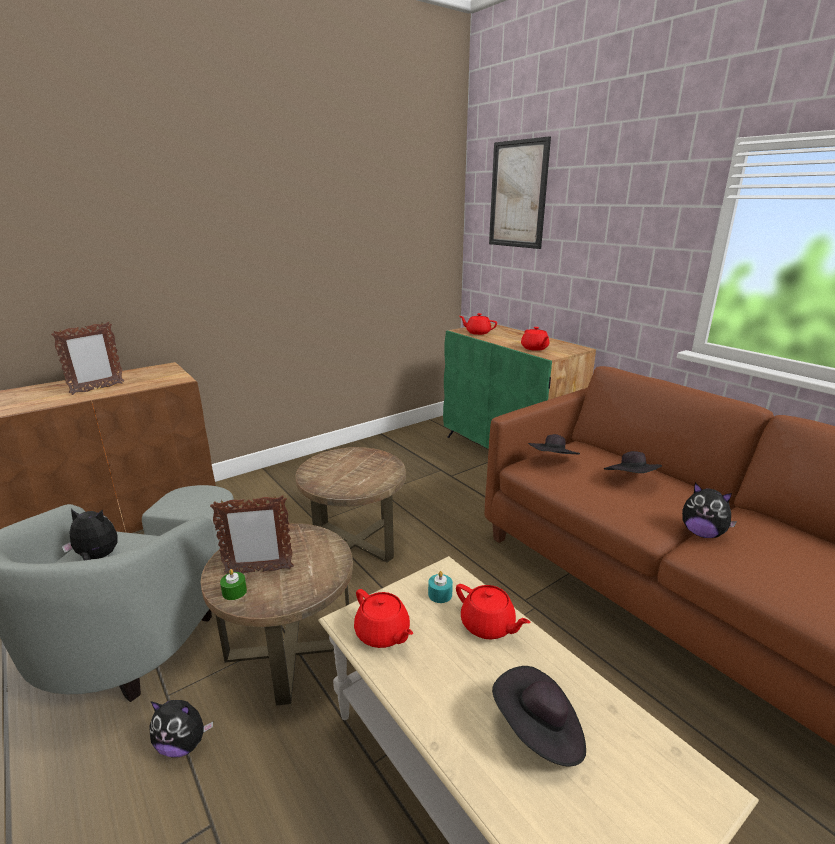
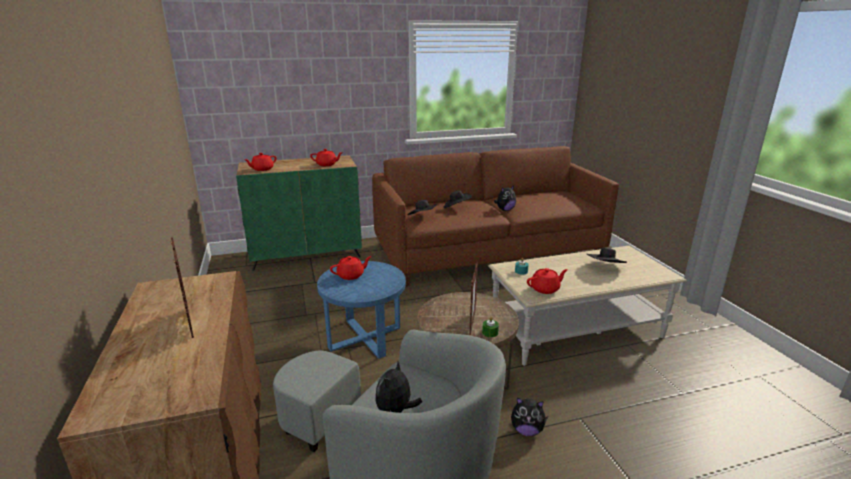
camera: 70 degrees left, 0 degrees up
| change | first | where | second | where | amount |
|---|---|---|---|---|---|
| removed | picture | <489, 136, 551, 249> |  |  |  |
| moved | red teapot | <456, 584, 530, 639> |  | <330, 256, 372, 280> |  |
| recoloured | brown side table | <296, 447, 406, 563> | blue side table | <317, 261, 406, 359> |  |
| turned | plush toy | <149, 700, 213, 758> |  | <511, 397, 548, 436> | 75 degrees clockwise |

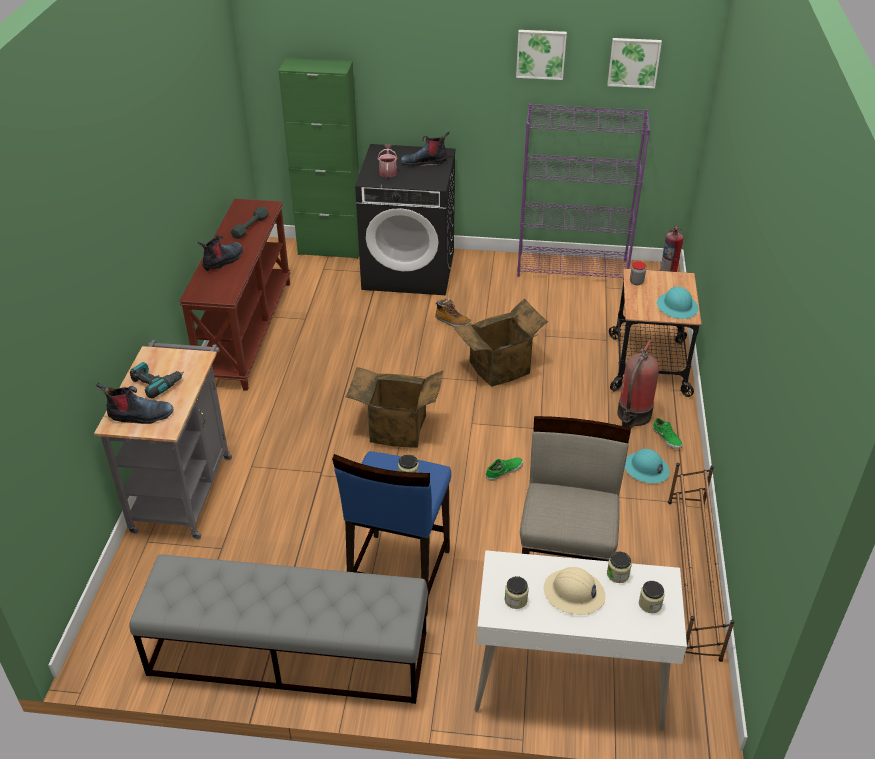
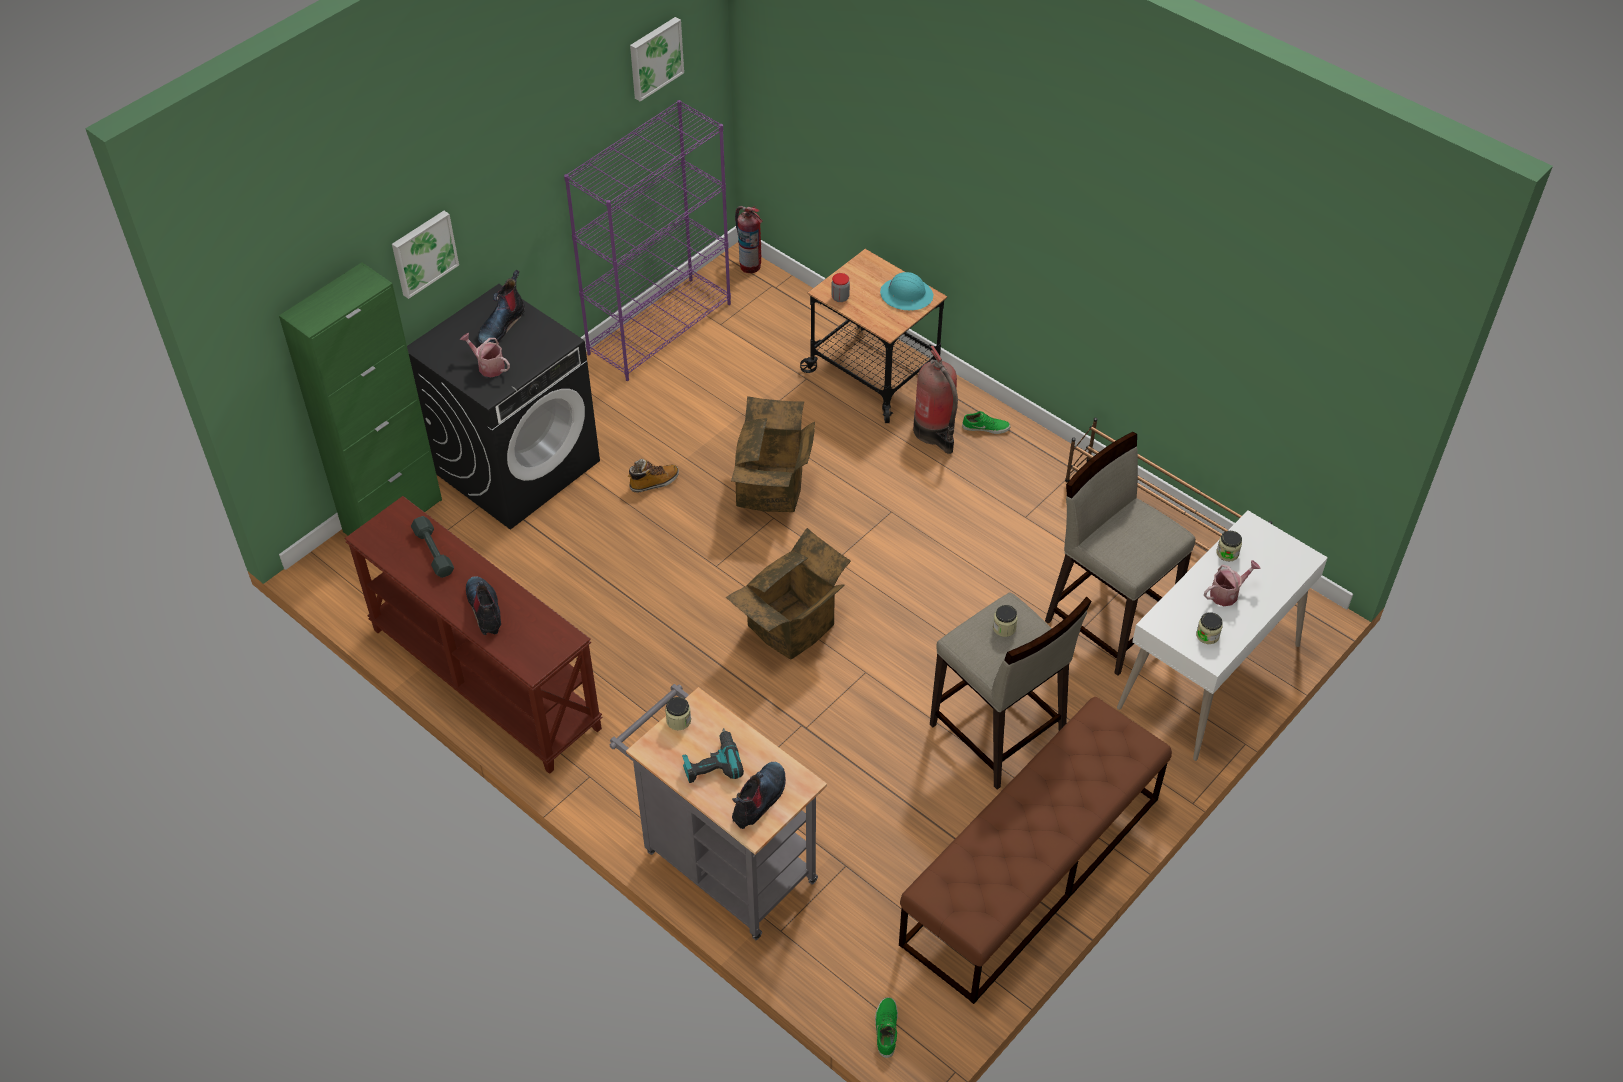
camera: 55 degrees left, 10 degrees up
| change | first | where | second | where | amount |
|---|---|---|---|---|---|
| removed | turquoise hard hat | <625, 449, 670, 483> |  |  |  |
| moved | green shoe | <486, 458, 523, 481> |  | <875, 997, 898, 1058> |  |
| moved | picture | <516, 30, 567, 80> |  | <392, 211, 459, 299> |  |
| moved | jar | <639, 581, 665, 613> |  | <665, 697, 691, 730> |  |
| replaced | beige hard hat | <543, 567, 606, 615> | watering can | <1204, 560, 1261, 606> |  |
| recoloured | grey bench | <129, 554, 428, 704> | brown bench | <899, 697, 1172, 1004> |  |
| recoloured | blue stool | <332, 451, 451, 617> | beige stool | <930, 593, 1091, 789> |  |

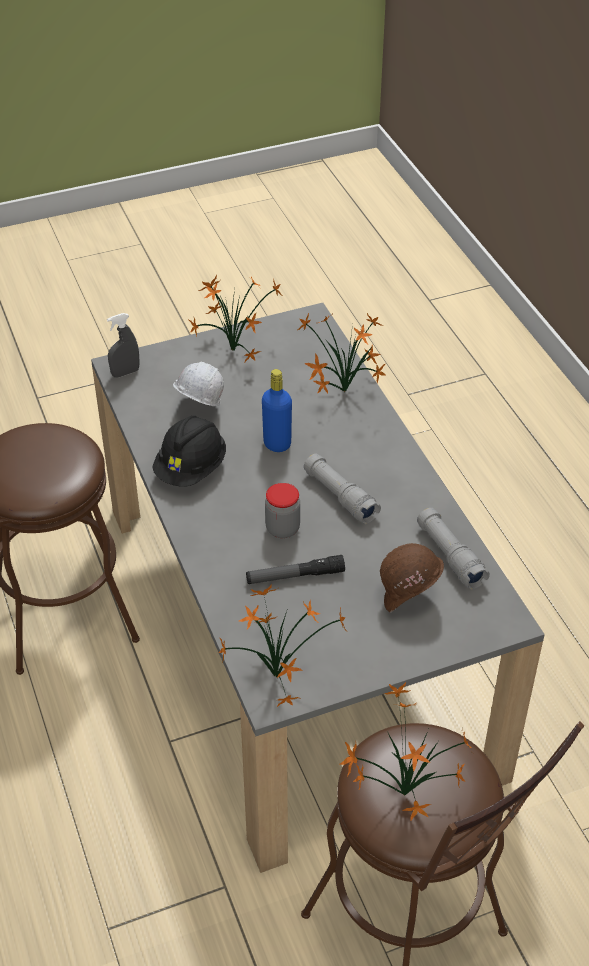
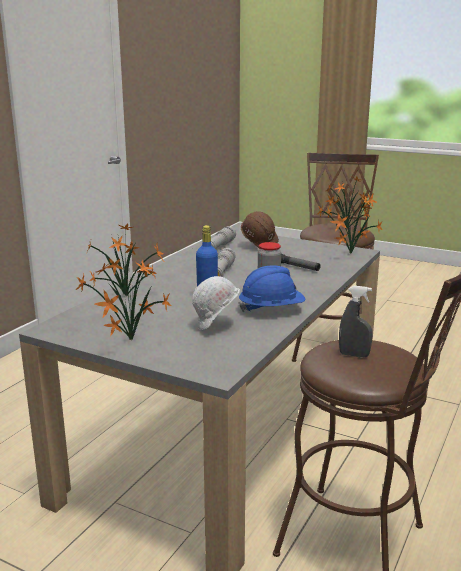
camera: 130 degrees left, 25 degrees down
| change | first | where | second | where | amount |
|---|---|---|---|---|---|
| moved | grey spray bottle | <107, 313, 140, 378> |  | <339, 286, 373, 358> |  |
| recoloured | black hard hat | <152, 416, 226, 487> | blue hard hat | <238, 265, 305, 312> |  |

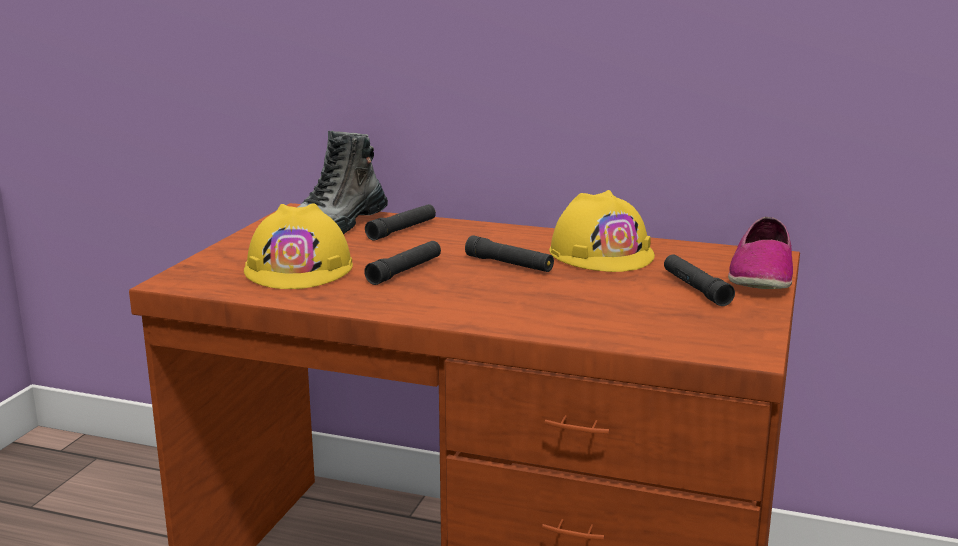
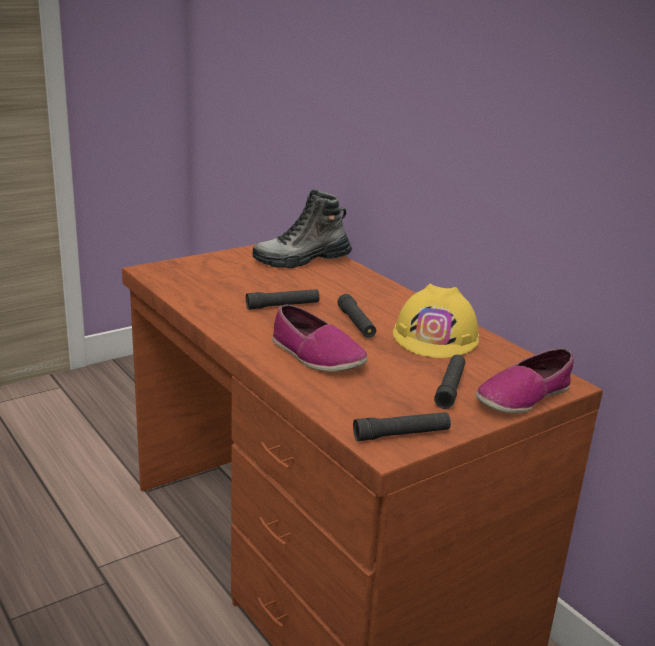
camera: 35 degrees right, 5 degrees up
| change | first | where | second | where | amount |
|---|---|---|---|---|---|
| removed | yellow hard hat | <244, 203, 353, 289> |  |  |  |
| added |  |  | shoe | <272, 305, 368, 372> |  |
| moved | black flashlight | <365, 204, 436, 241> |  | <353, 412, 451, 441> |  |

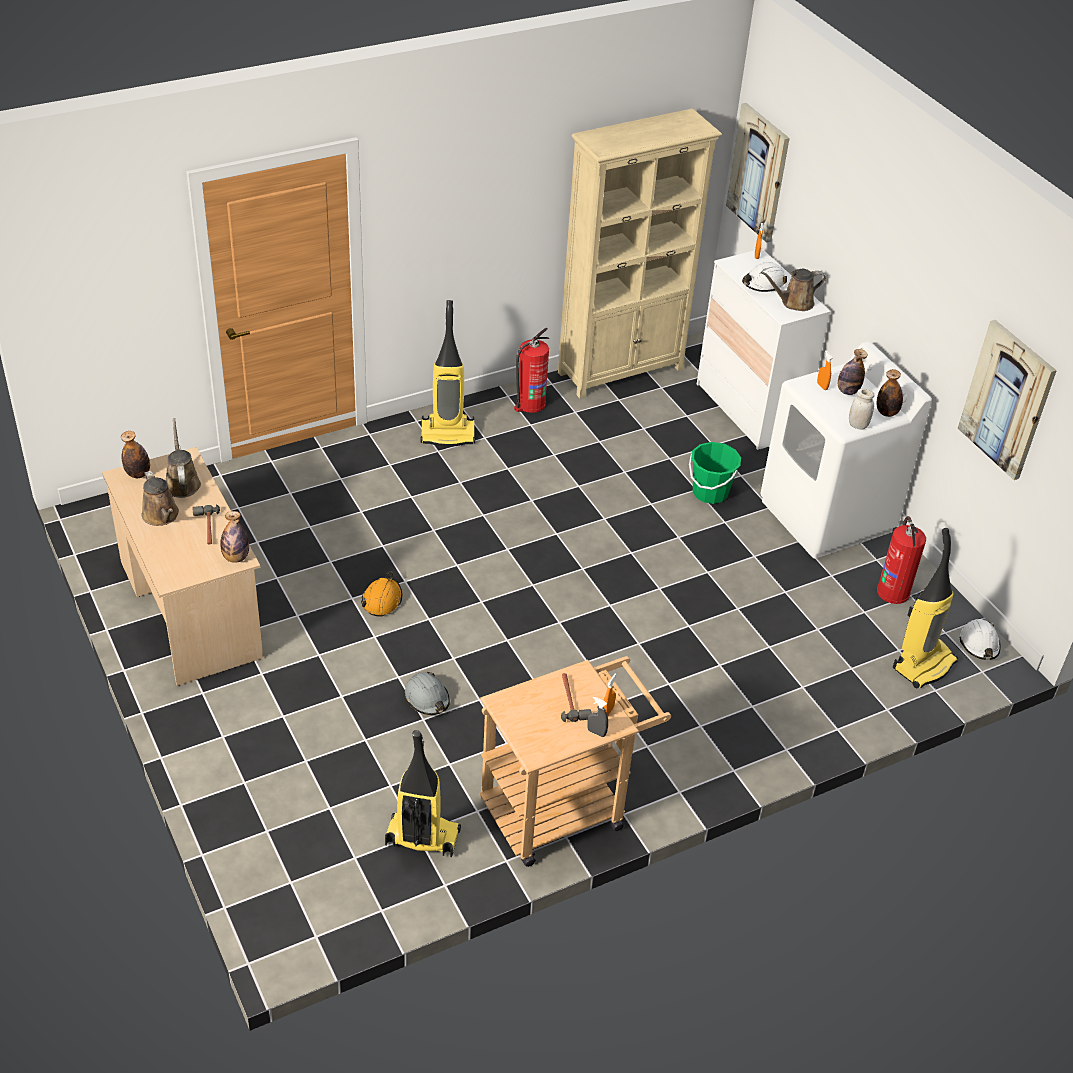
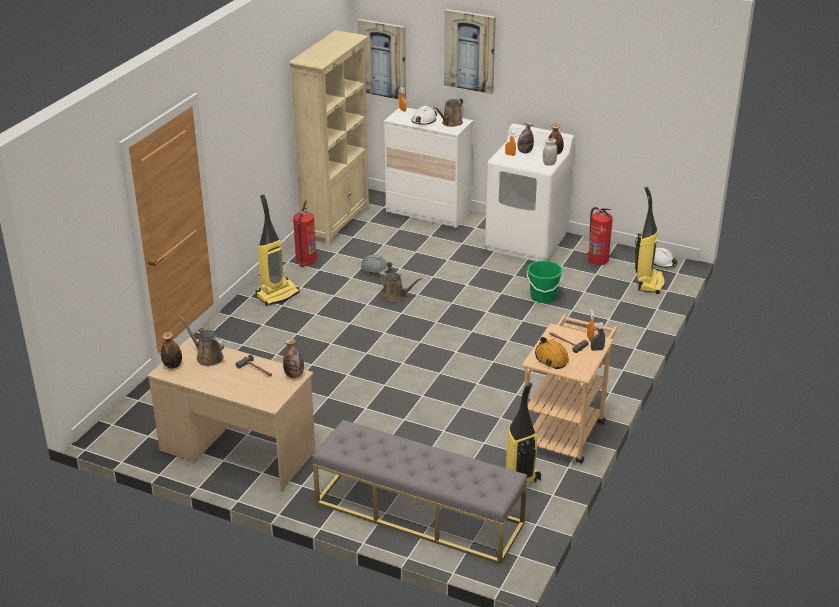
camera: 35 degrees left, 10 degrees down
| change | first | where | second | where | amount |
|---|---|---|---|---|---|
| added |  |  | grey bench | <313, 420, 527, 564> |  |
| moved | brown watering can | <142, 471, 179, 526> |  | <377, 272, 423, 301> |  |
| moved | orange hard hat | <361, 571, 402, 617> |  | <535, 337, 569, 369> |  |
| moved | grey hard hat | <405, 672, 450, 715> |  | <361, 255, 392, 274> |  |
| moved | green bucket | <689, 442, 741, 504> |  | <527, 261, 563, 303> |  |
| moved | picture | <958, 320, 1057, 480> |  | <444, 9, 496, 94> |  |

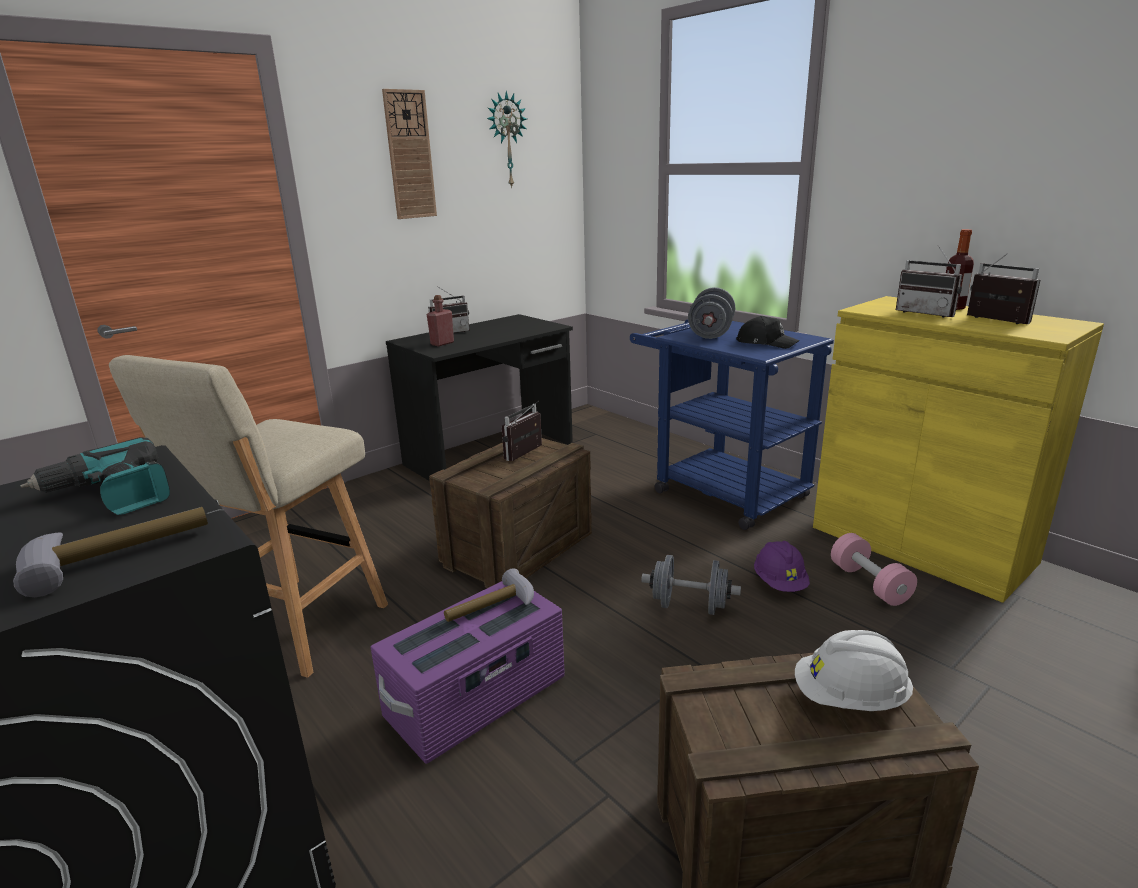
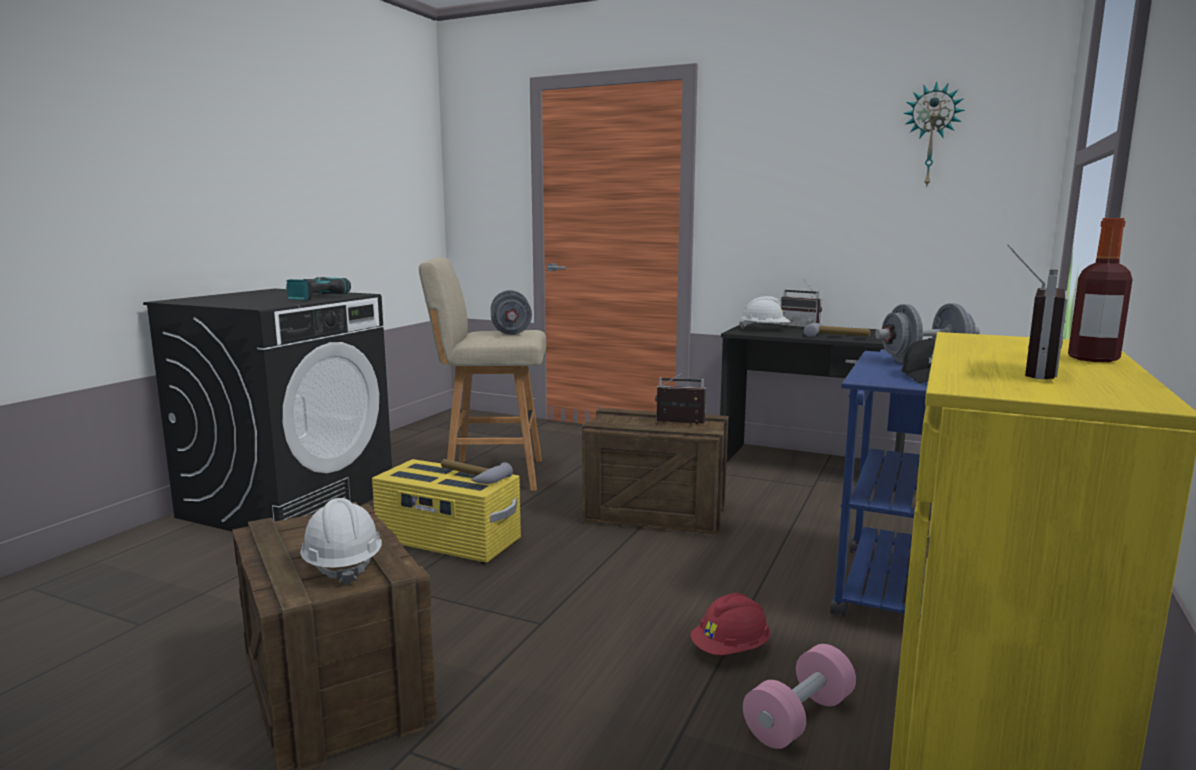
camera: 65 degrees right, 10 degrees down
| change | first | where | second | where | amount |
|---|---|---|---|---|---|
| removed | wall clock | <382, 89, 437, 219> |  |  |  |
| removed | radio | <896, 245, 962, 318> |  |  |  |
| moved | hammer | <13, 507, 208, 597> |  | <804, 323, 870, 337> |  |
| moved | grey dumbbell | <641, 555, 741, 615> |  | <491, 290, 532, 335> |  |
| replaced | red bottle | <427, 295, 454, 346> | white hard hat | <739, 296, 790, 329> |  |
| recoloured | purple storage box | <371, 581, 565, 764> | yellow storage box | <372, 459, 521, 564> |  |
| recoloured | purple hard hat | <754, 541, 810, 592> | red hard hat | <690, 593, 770, 655> |  |

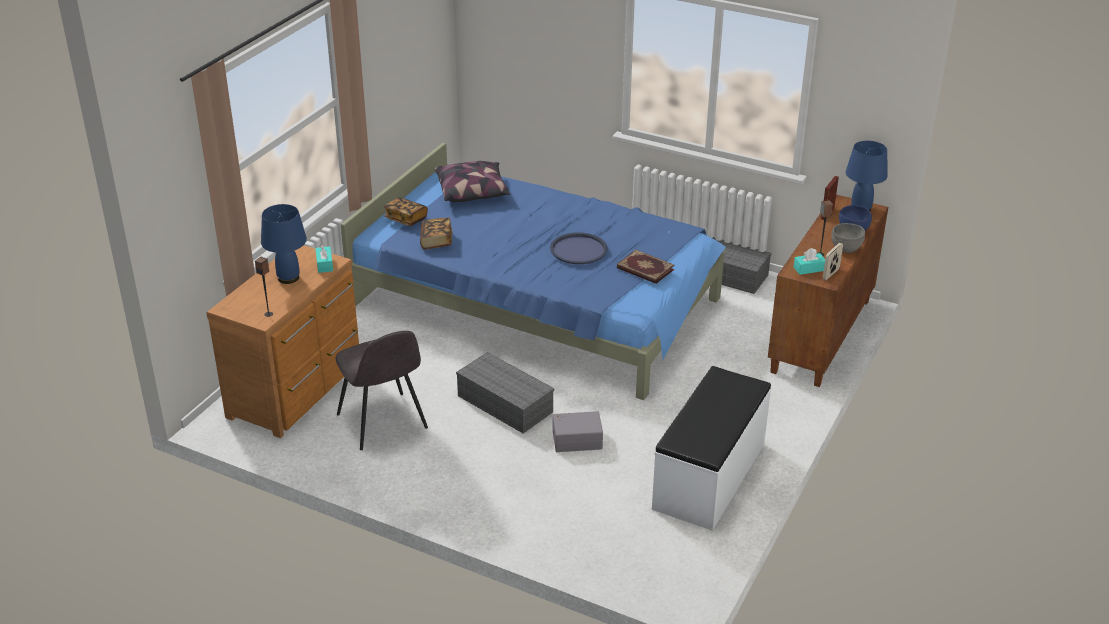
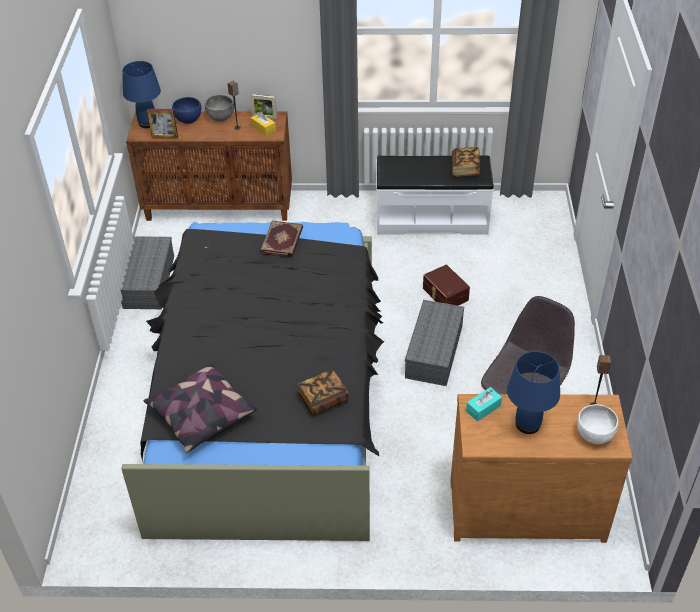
camera: 115 degrees left, 10 degrees up
| change | first | where | second | where | amount |
|---|---|---|---|---|---|
| removed | blue tray | <550, 232, 608, 264> |  |  |  |
| added |  |  | white bowl | <577, 404, 618, 444> |  |
| moved | book | <384, 197, 428, 226> |  | <451, 147, 480, 177> |  |
| recoloured | blue bed | <341, 143, 726, 400> | black bed | <121, 222, 384, 541> |  |
| recoloured | grey storage box | <553, 411, 603, 452> | brown storage box | <423, 265, 470, 306> |  |
| recoloured | turquoise tissue box | <794, 248, 825, 275> | yellow tissue box | <251, 112, 276, 136> |  |

